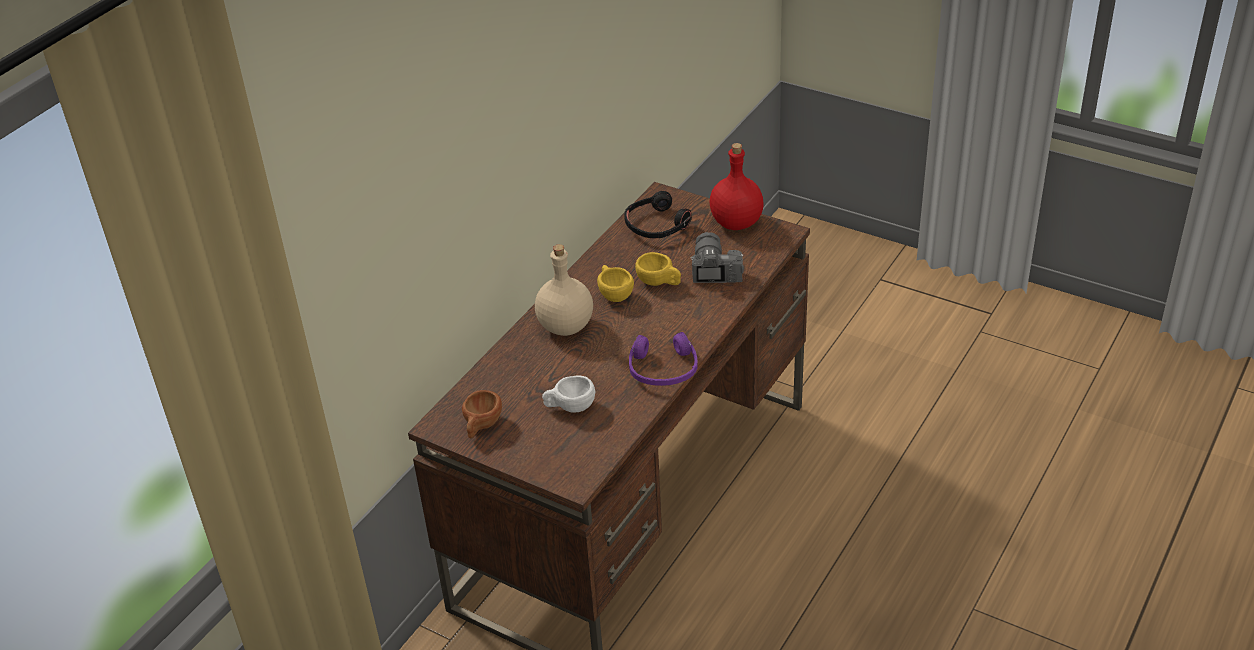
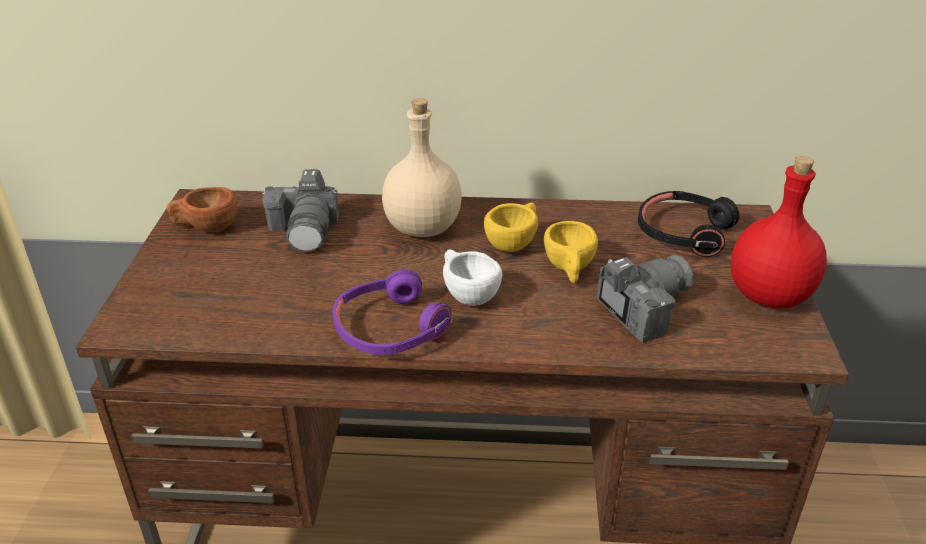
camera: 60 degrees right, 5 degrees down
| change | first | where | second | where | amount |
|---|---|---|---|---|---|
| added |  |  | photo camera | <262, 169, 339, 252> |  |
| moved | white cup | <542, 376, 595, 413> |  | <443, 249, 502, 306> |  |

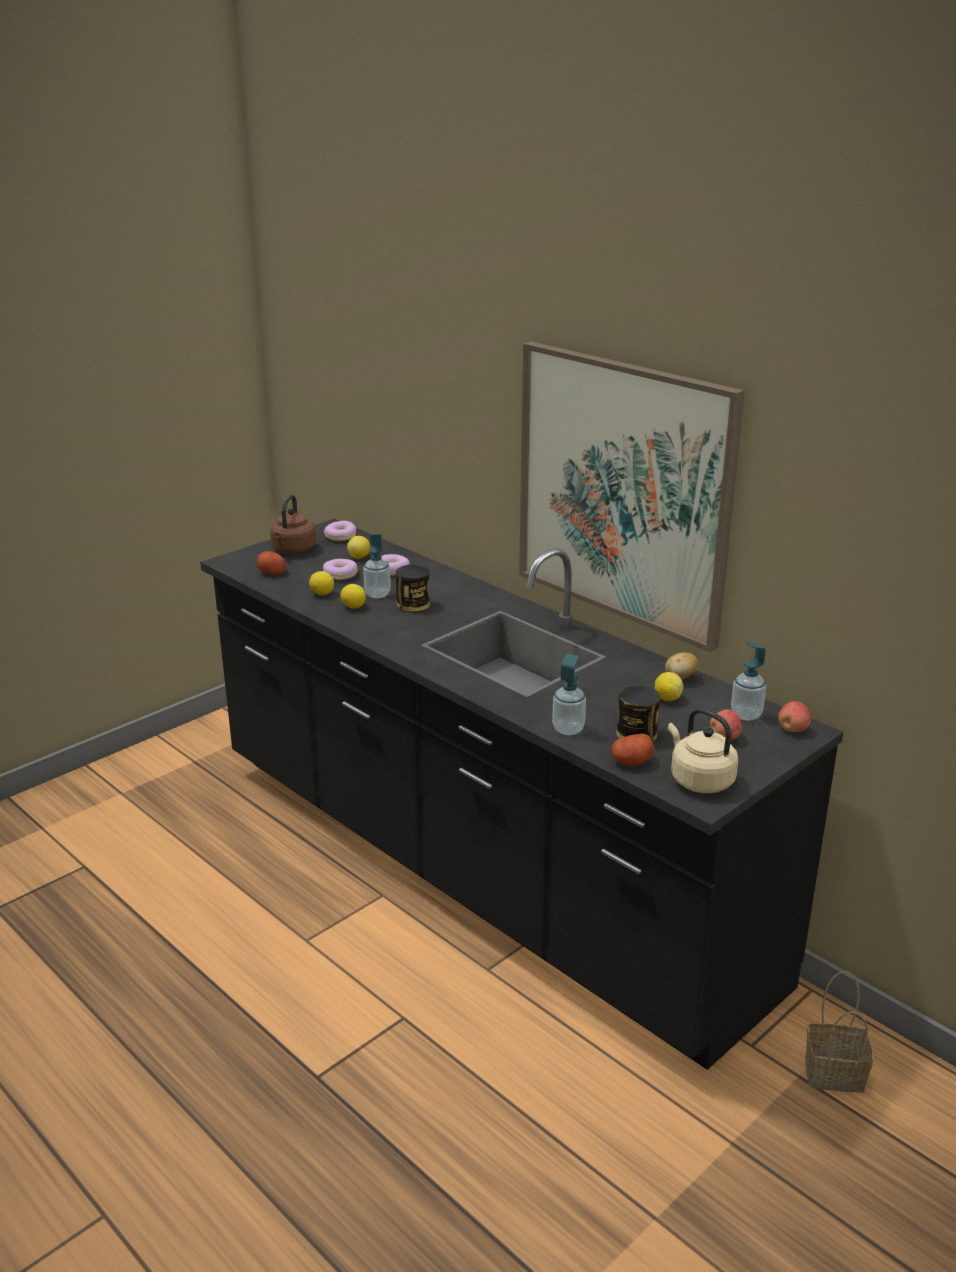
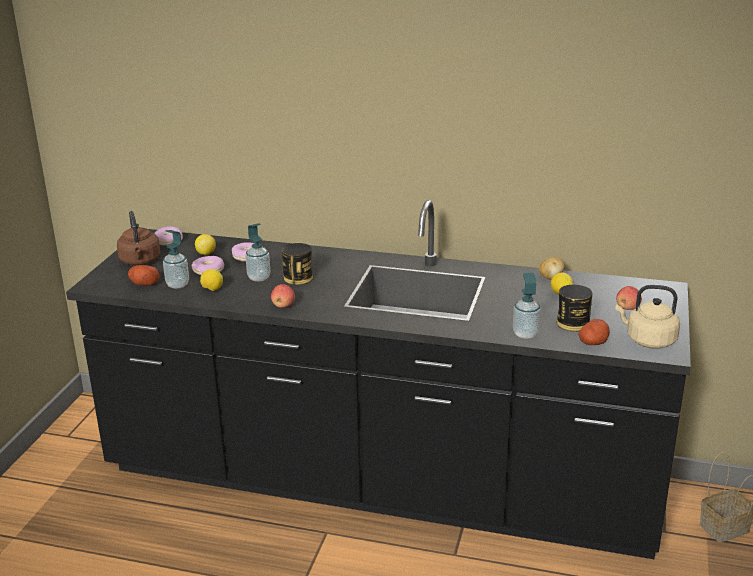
camera: 30 degrees left, 0 degrees up
| change | first | where | second | where | amount |
|---|---|---|---|---|---|
| removed | lemon | <340, 584, 366, 609> |  |  |  |
| removed | picture | <519, 342, 745, 653> |  |  |  |
| moved | soap dispenser | <731, 642, 766, 721> |  | <163, 230, 189, 289> |  |
| moved | apple | <778, 701, 811, 732> |  | <271, 284, 295, 308> |  |

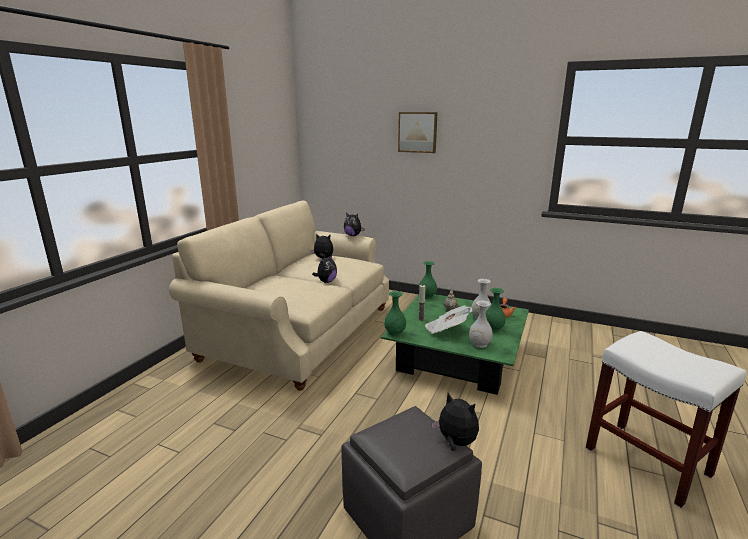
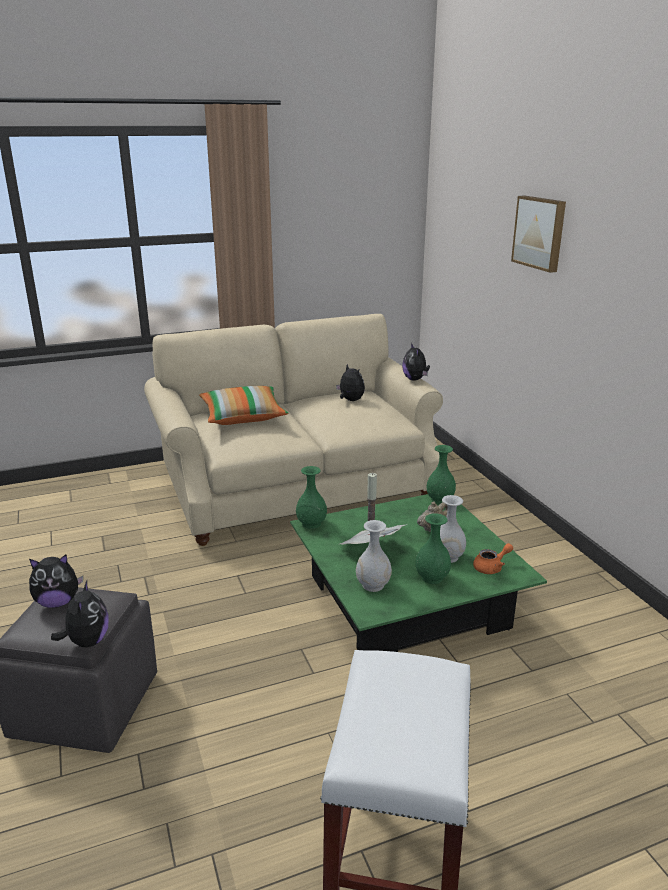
camera: 45 degrees right, 5 degrees up
| change | first | where | second | where | amount |
|---|---|---|---|---|---|
| added |  |  | pillow | <199, 386, 288, 425> |  |
| moved | plush toy | <312, 254, 337, 283> |  | <29, 555, 83, 608> |  |

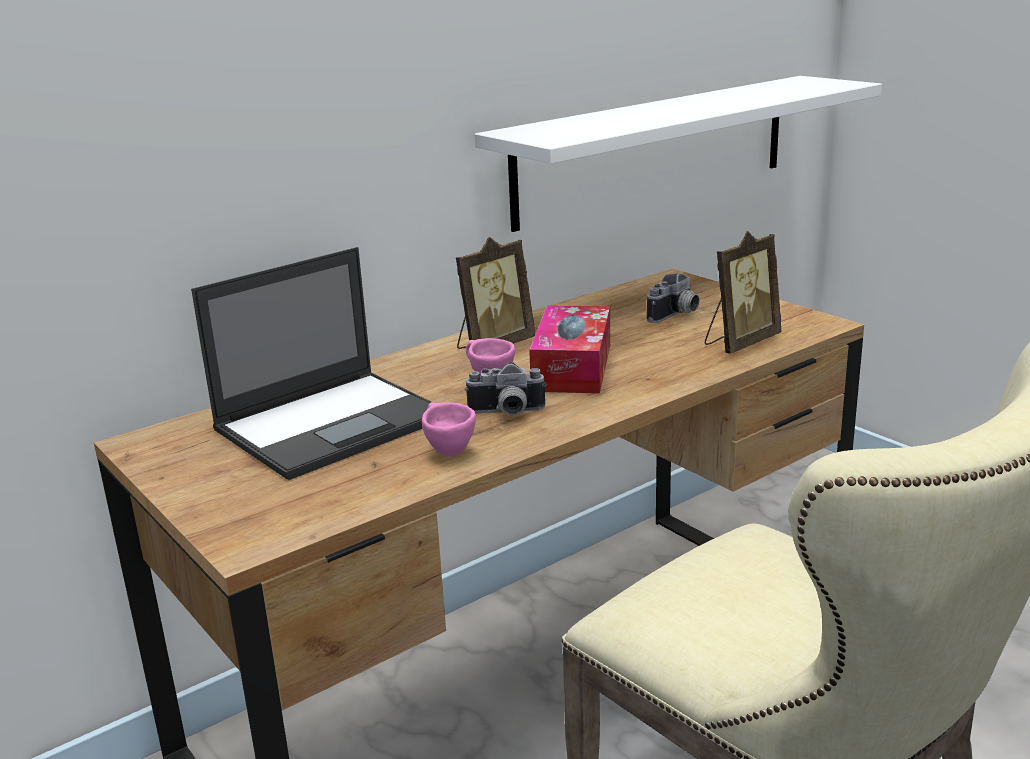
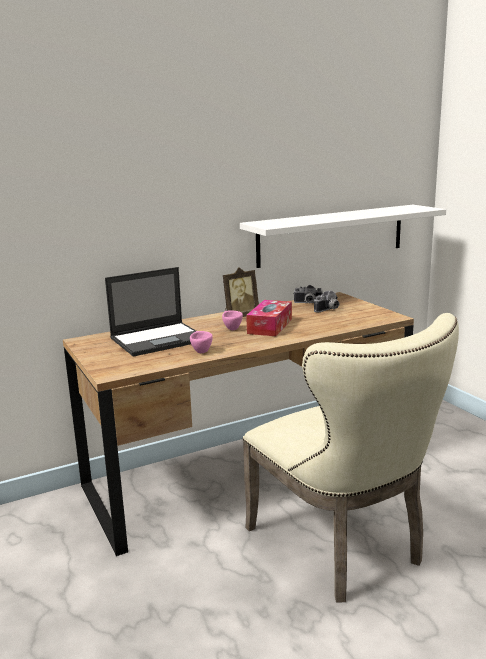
camera: 10 degrees right, 5 degrees down
| change | first | where | second | where | amount |
|---|---|---|---|---|---|
| removed | picture frame | <705, 231, 781, 354> |  |  |  |
| moved | photo camera | <465, 362, 546, 415> |  | <293, 285, 323, 303> |  |

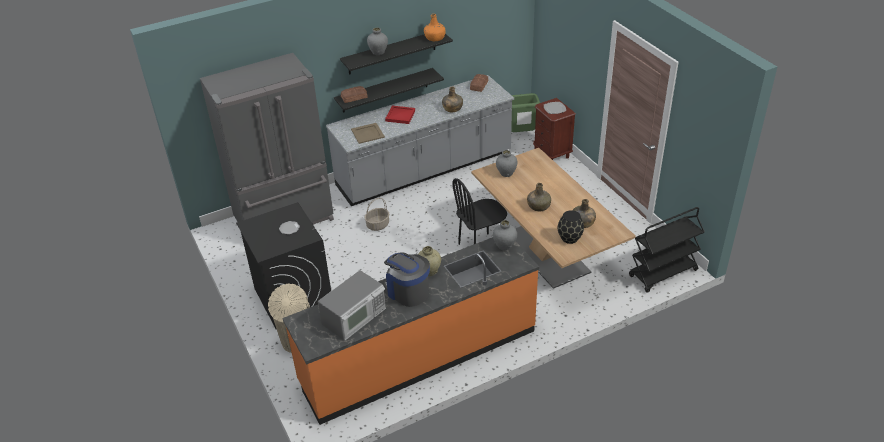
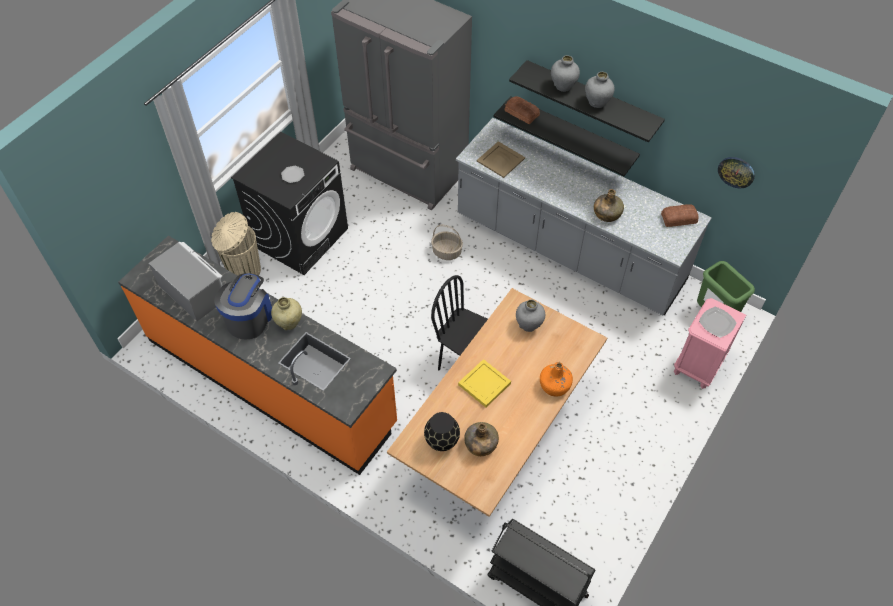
camera: 60 degrees right, 15 degrees up
| change | first | where | second | where | amount |
|---|---|---|---|---|---|
| removed | red tray | <385, 106, 415, 124> |  |  |  |
| added |  |  | wall clock | <718, 157, 755, 188> |  |
| moved | orange bottle | <424, 14, 446, 41> |  | <540, 362, 573, 397> |  |
| moved | grey vase | <493, 220, 517, 250> |  | <585, 72, 615, 108> |  |
| replaced | green bottle | <527, 183, 551, 211> | yellow tray | <458, 359, 511, 407> |  |
| recoloured | brown nightstand | <533, 98, 576, 160> | pink nightstand | <674, 298, 746, 389> |  |
| turned | microwave | <318, 270, 386, 341> |  | <149, 242, 223, 321> | 150 degrees counterclockwise |

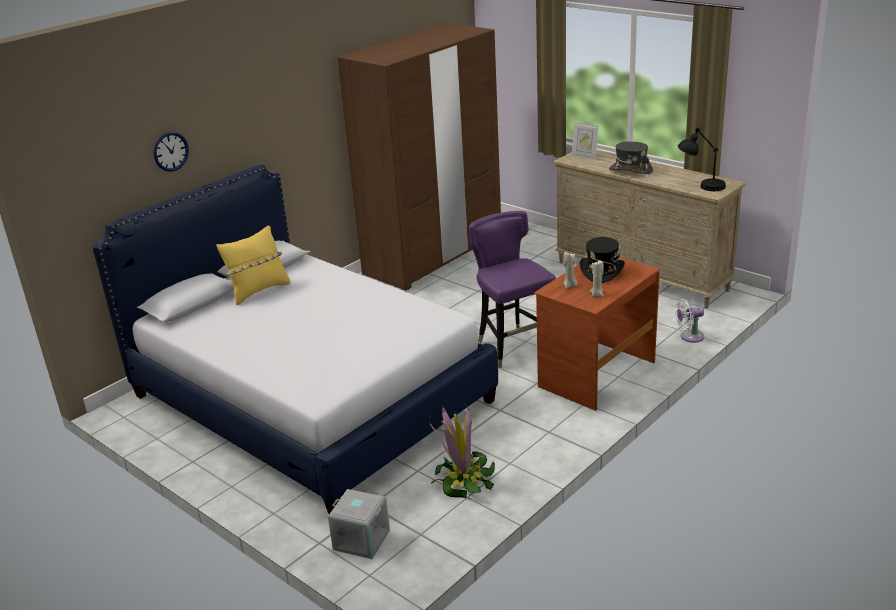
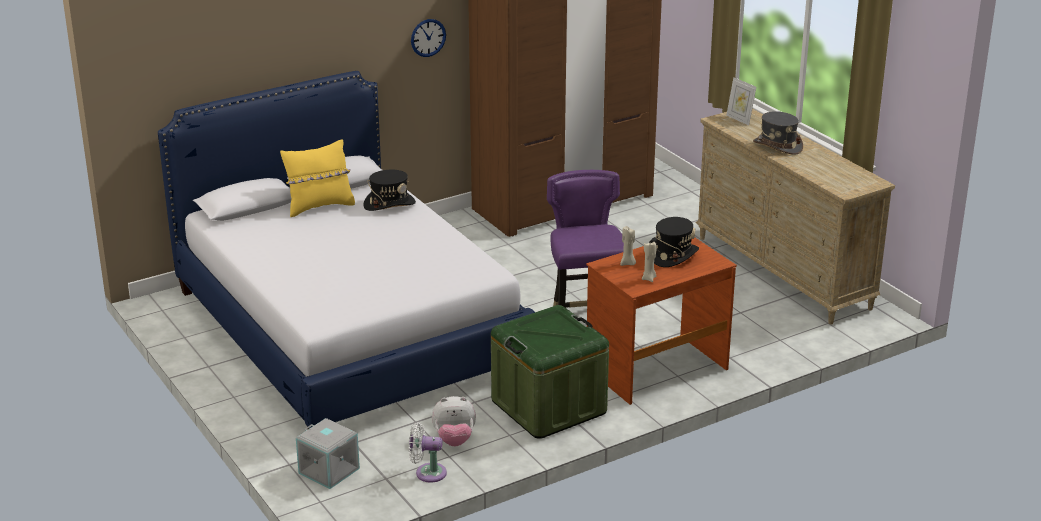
camera: 15 degrees right, 0 degrees up
| change | first | where | second | where | amount |
|---|---|---|---|---|---|
| removed | black table lamp | <678, 128, 726, 191> |  |  |  |
| added |  |  | black hat | <363, 170, 416, 211> |  |
| added |  |  | green storage box | <491, 305, 609, 439> |  |
| moved | wall clock | <153, 132, 189, 172> |  | <411, 19, 446, 57> |  |
| moved | white fan | <675, 299, 704, 343> |  | <409, 422, 447, 483> |  |
| replaced | potted plant | <429, 405, 495, 498> | plush toy | <432, 396, 476, 446> |  |

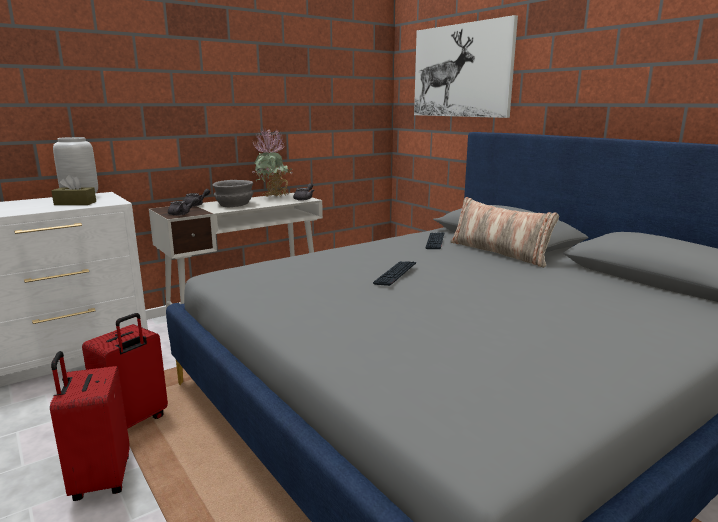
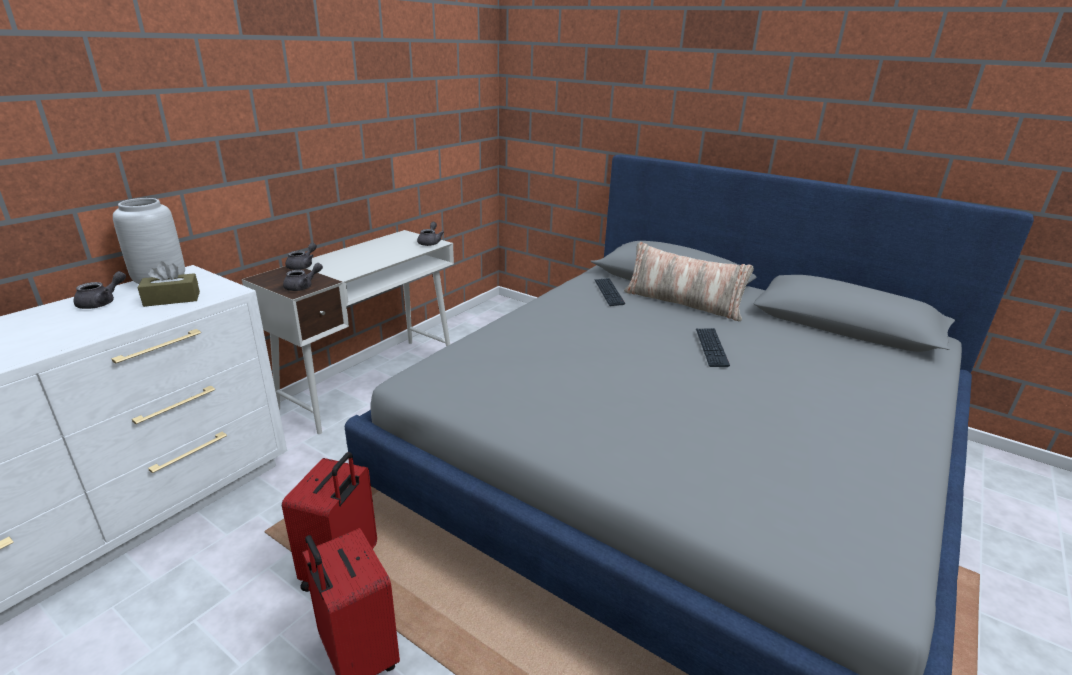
camera: 20 degrees left, 10 degrees up
| change | first | where | second | where | amount |
|---|---|---|---|---|---|
| removed | grey bowl | <213, 180, 253, 207> |  |  |  |
| removed | potted plant | <252, 129, 293, 197> |  |  |  |
| removed | picture | <414, 15, 518, 118> |  |  |  |
| added |  |  | grey teapot | <74, 271, 126, 309> |  |
| moved | keyboard | <373, 261, 416, 286> |  | <696, 328, 730, 367> |  |

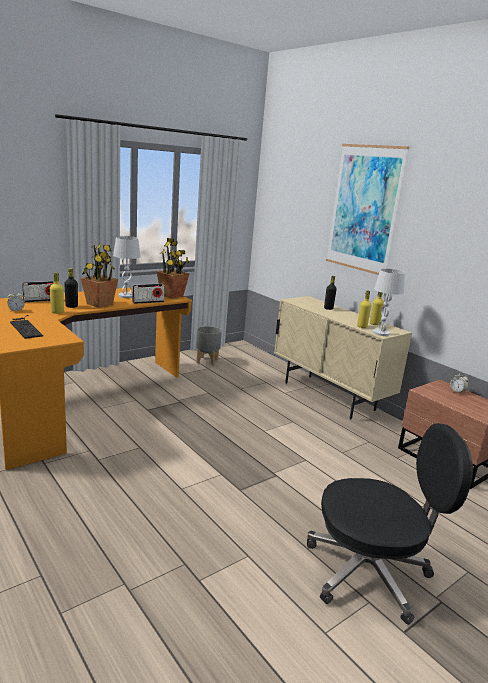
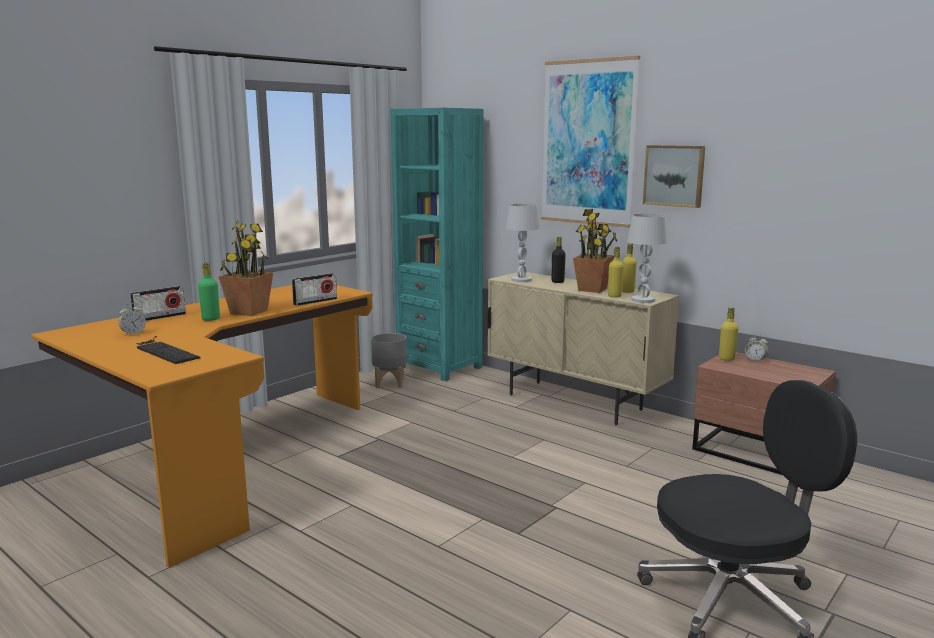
camera: 10 degrees left, 5 degrees down
| change | first | where | second | where | amount |
|---|---|---|---|---|---|
| added |  |  | turquoise bookcase | <390, 108, 484, 381> |  |
| added |  |  | picture | <643, 145, 705, 208> |  |
| moved | yellow bottle | <50, 272, 64, 314> |  | <719, 307, 739, 361> |  |
| moved | white table lamp | <113, 236, 141, 298> |  | <506, 204, 540, 282> |  |
| moved | potted plant | <157, 238, 189, 299> |  | <573, 209, 617, 293> |  |
| recoloured | black bottle | <64, 268, 78, 308> | green bottle | <198, 263, 220, 321> |  |

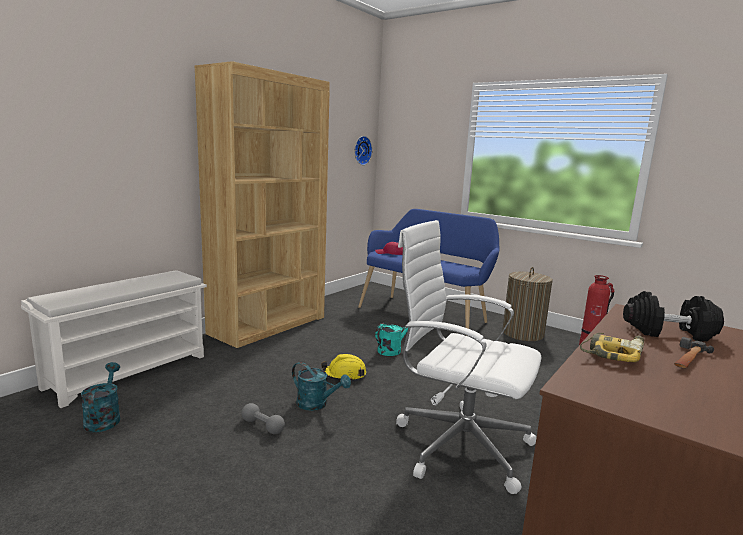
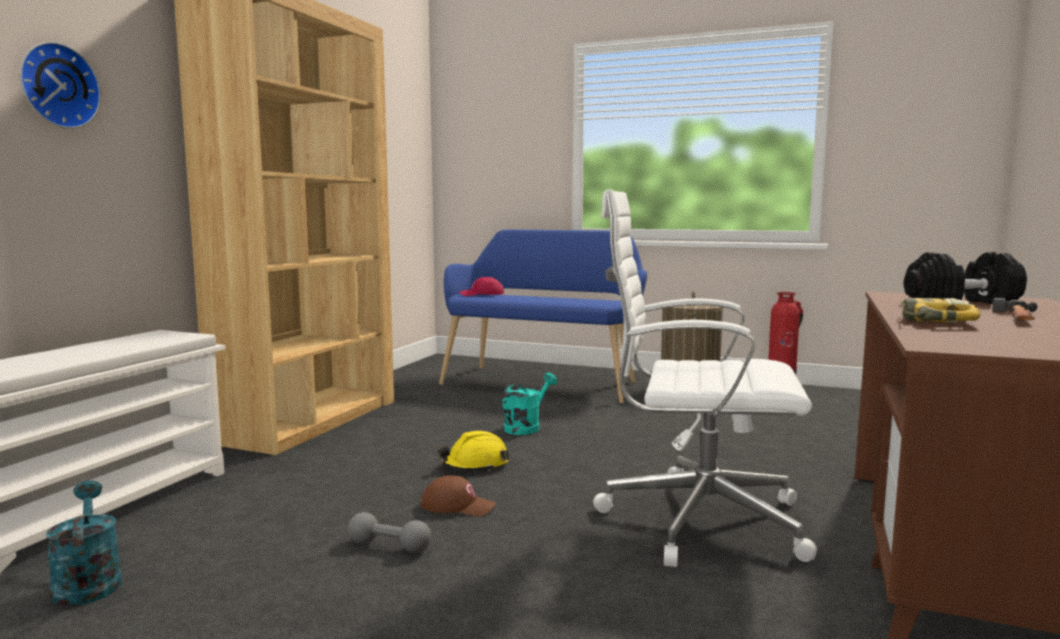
camera: 15 degrees left, 5 degrees down
| change | first | where | second | where | amount |
|---|---|---|---|---|---|
| moved | wall clock | <354, 136, 372, 165> |  | <20, 42, 101, 129> |  |
| replaced | turquoise watering can | <292, 362, 351, 411> | brown cap | <421, 475, 496, 517> |  |

